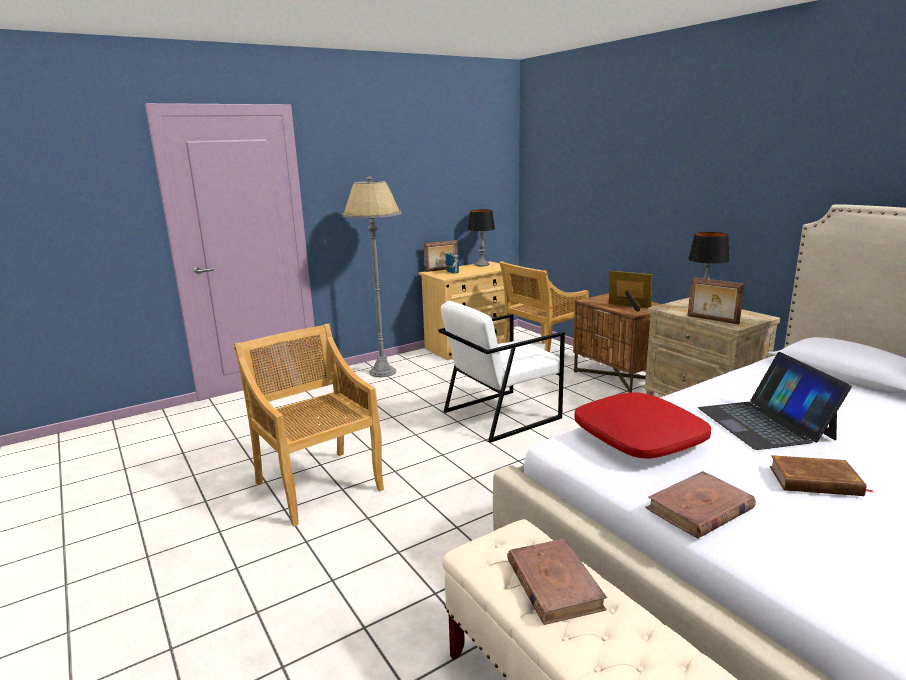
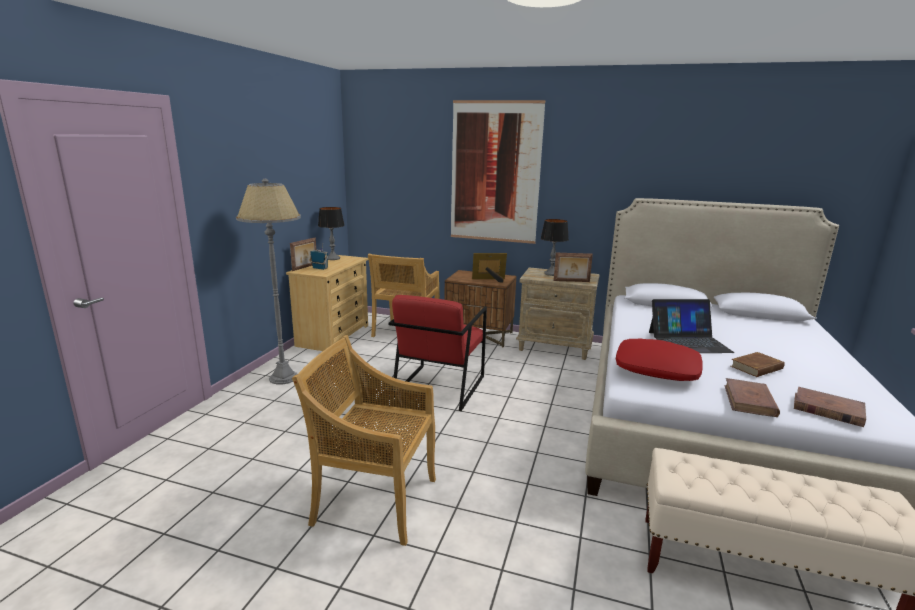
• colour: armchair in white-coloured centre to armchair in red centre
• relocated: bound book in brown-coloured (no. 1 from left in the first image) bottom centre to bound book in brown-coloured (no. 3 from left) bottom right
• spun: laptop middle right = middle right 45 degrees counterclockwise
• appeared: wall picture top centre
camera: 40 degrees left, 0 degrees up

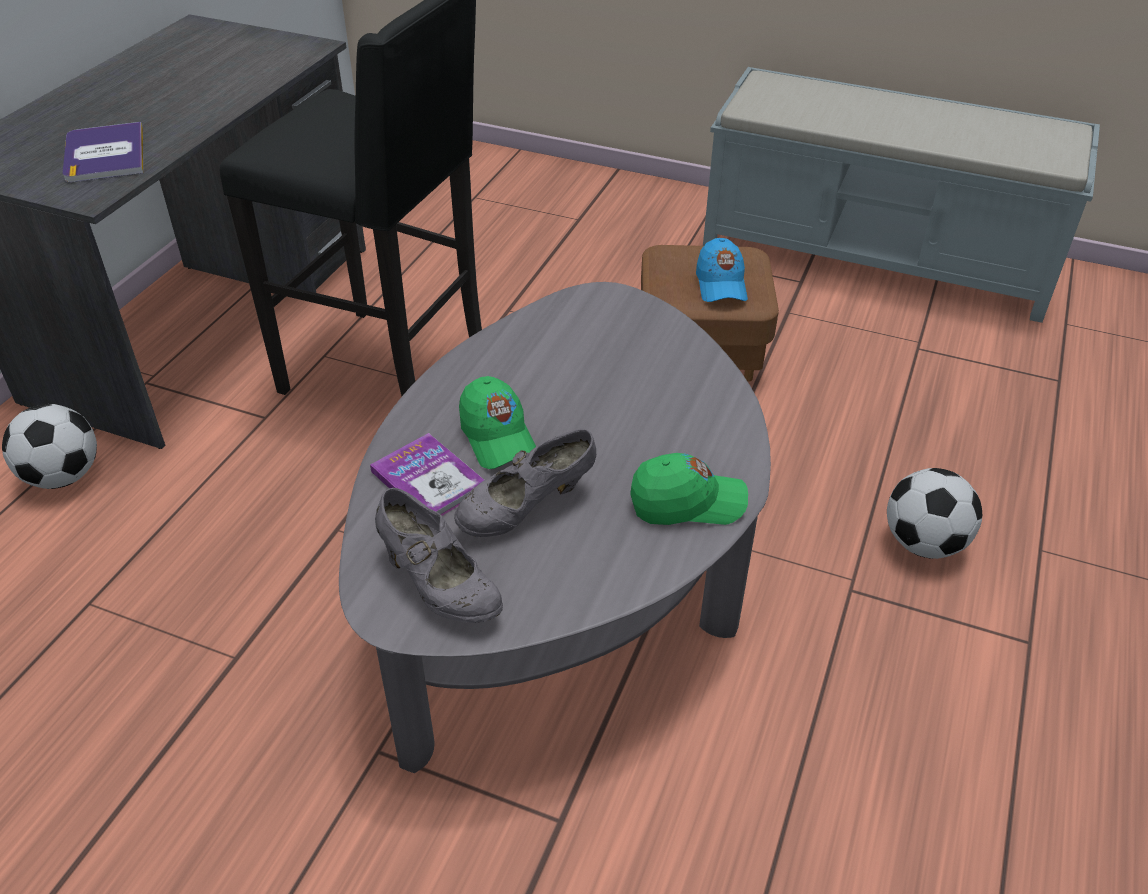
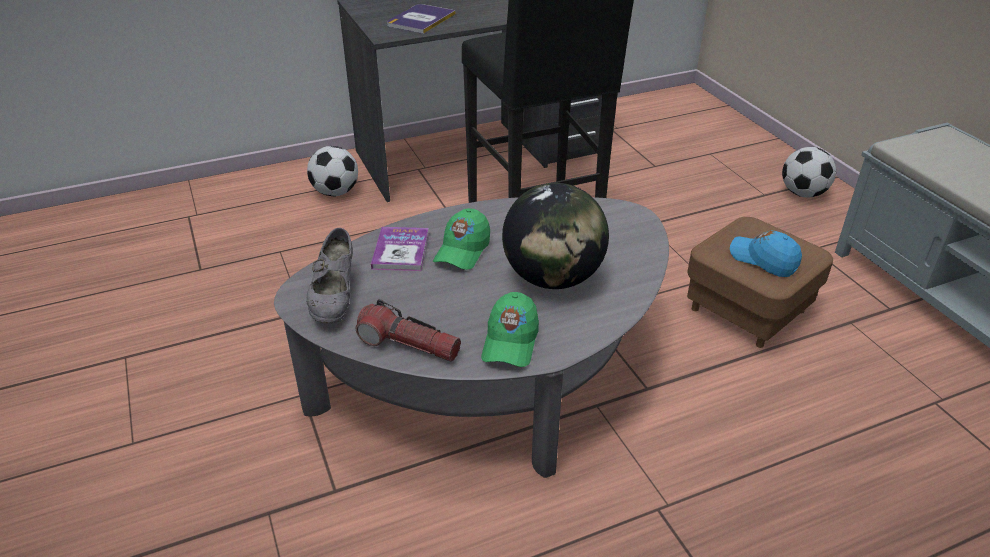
• missing: low shoe in gray (no. 2 from left) centre
• spun: baseball cap in greenish (no. 2 from left) centre = centre 60 degrees clockwise
• spun: baseball cap in bluish top centre = middle right 90 degrees clockwise
• relocated: ball for football (no. 2 from left) middle right to top right
• appeared: flashlight centre
• appeared: world globe centre
camera: 45 degrees right, 5 degrees down

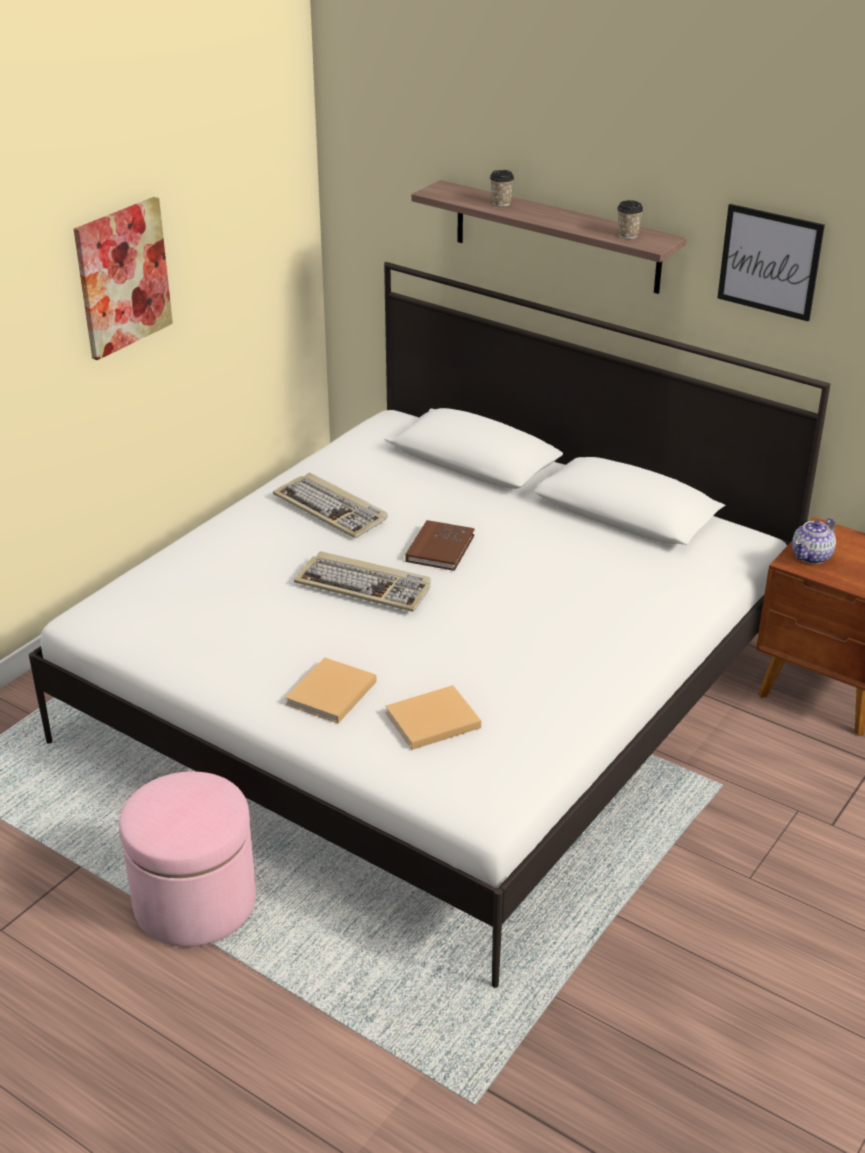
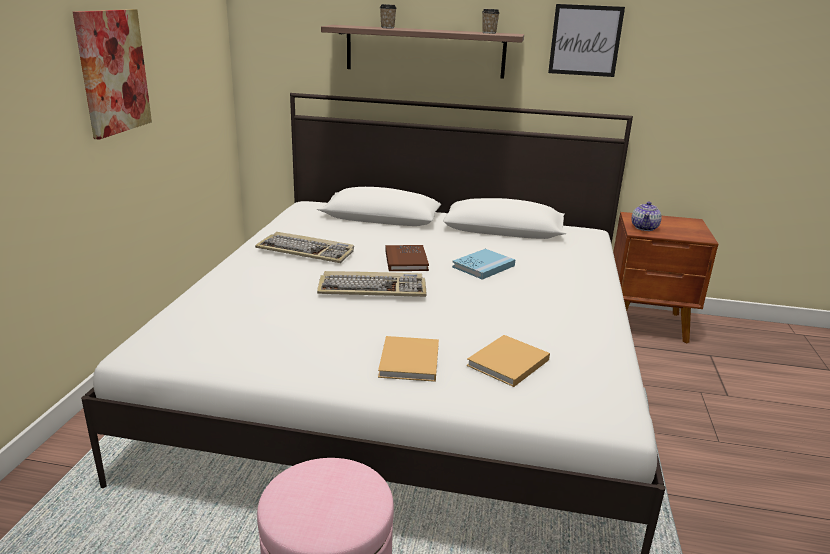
• appeared: bound book in bluish centre
camera: 25 degrees left, 10 degrees down

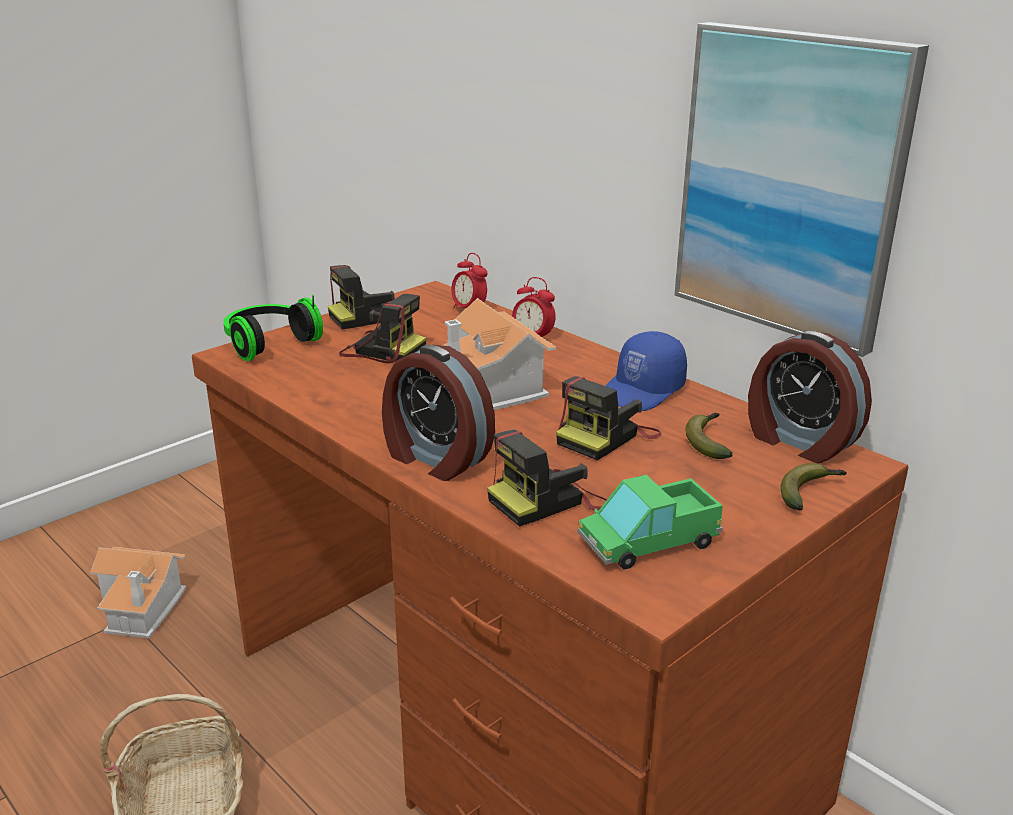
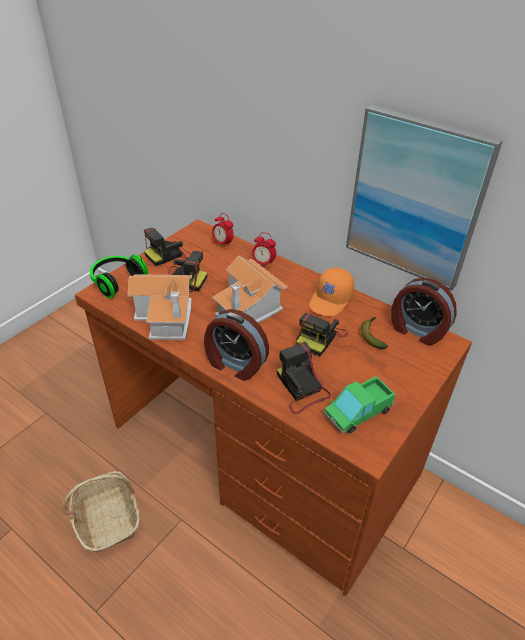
• relocated: toy house (no. 1 from left) bottom left to middle left
• spun: photo camera (no. 3 from left) centre = centre 105 degrees clockwise
• colour: baseball cap in bluish centre to baseball cap in orange centre
• missing: whole banana (no. 2 from left) middle right
camera: 10 degrees left, 15 degrees up

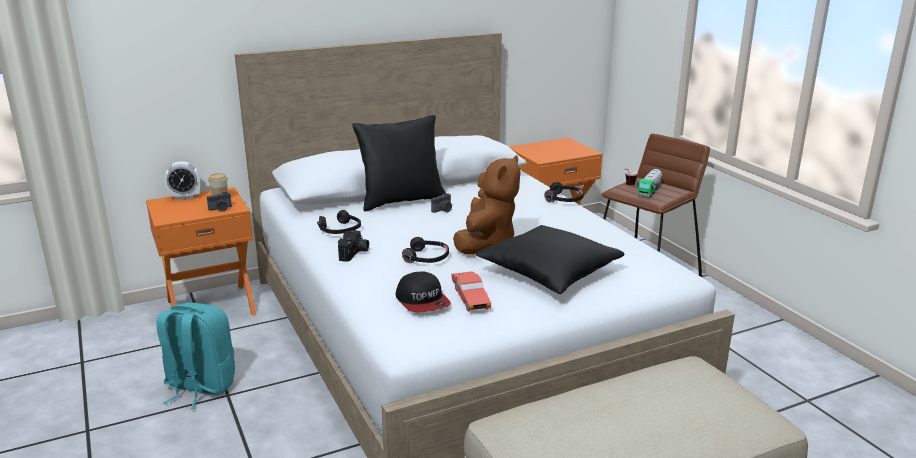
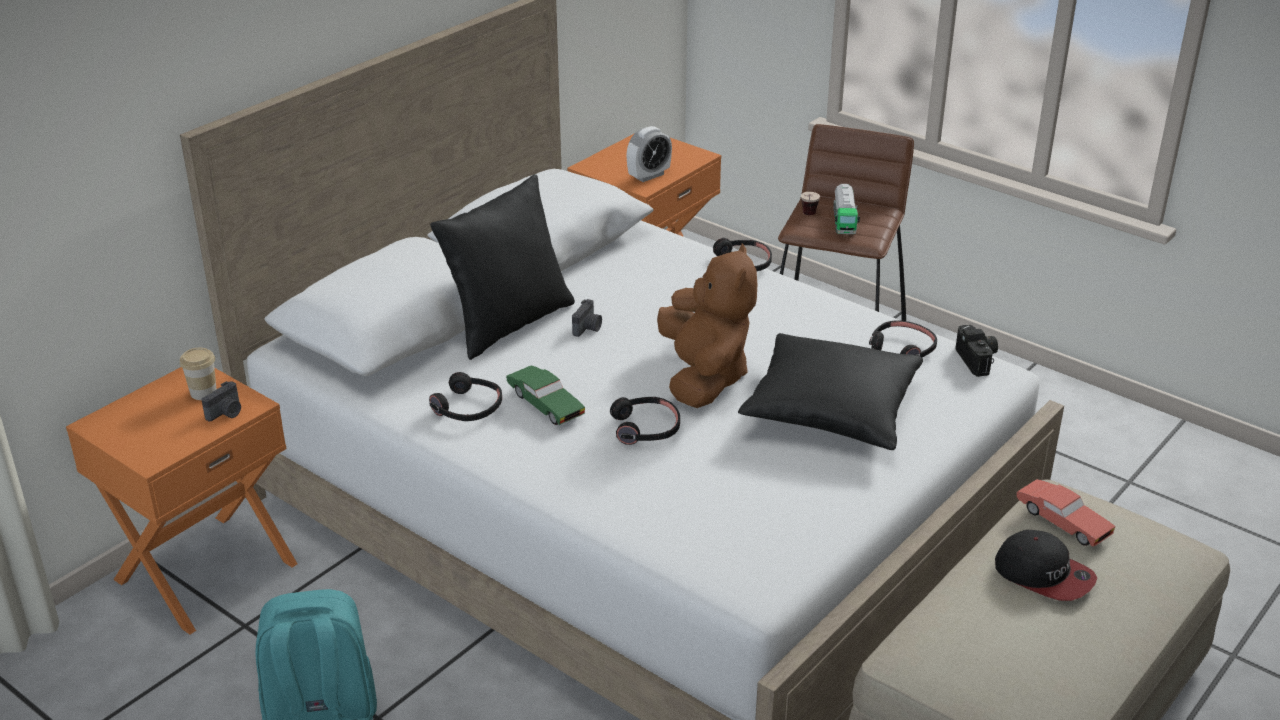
• relocated: alarm clock middle left to top centre
• relocated: photo camera (no. 2 from left in the first image) centre to photo camera (no. 3 from left) middle right
• relocated: baseball cap centre to bottom right
• relocated: toy car in red centre to bottom right
• appeared: toy car in greenish centre
• appeared: headphones in black-coloured (no. 4 from left) middle right
camera: 25 degrees left, 10 degrees up

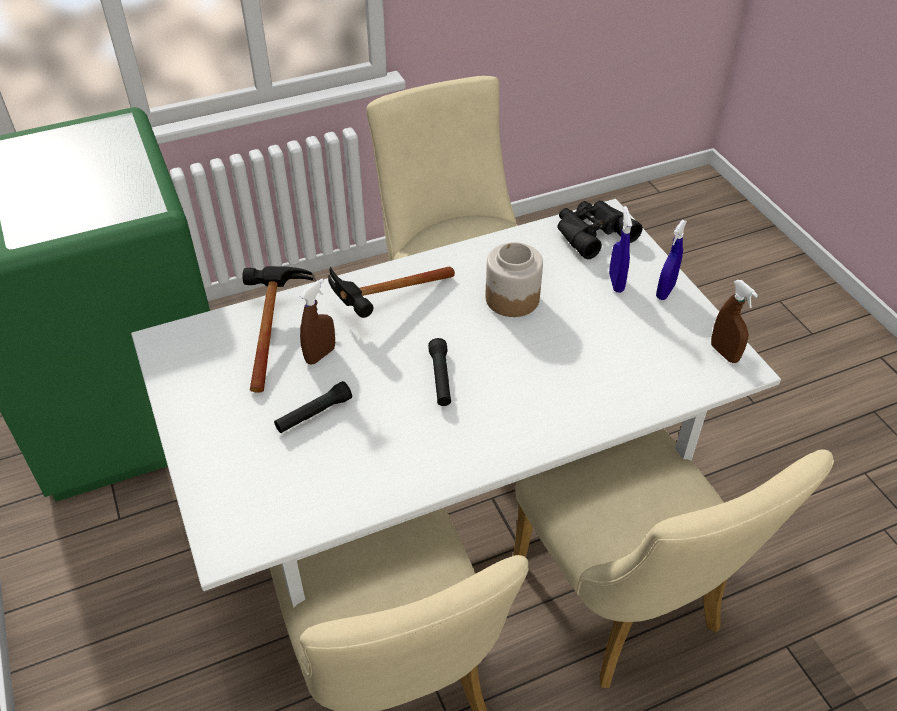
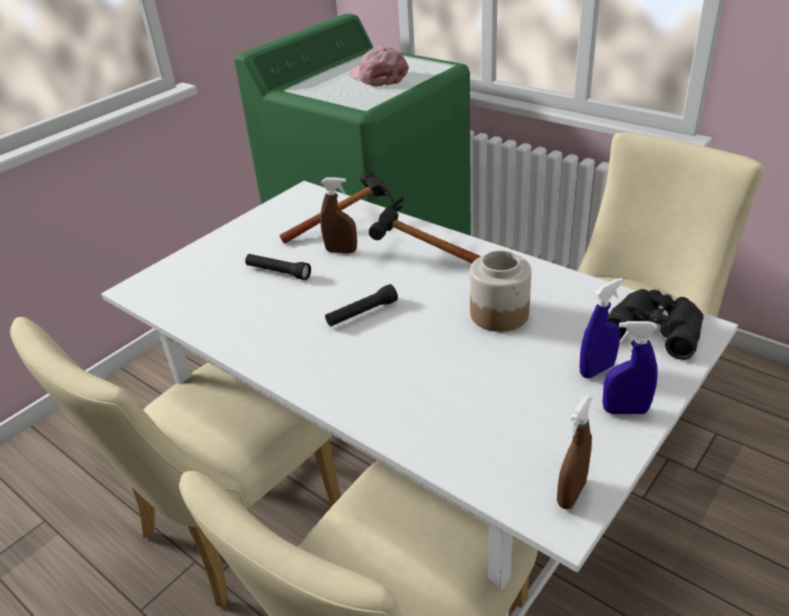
• appeared: baseball cap in pink top centre
camera: 65 degrees right, 10 degrees down

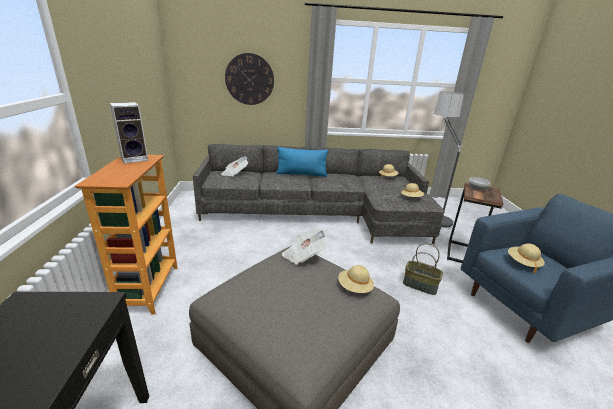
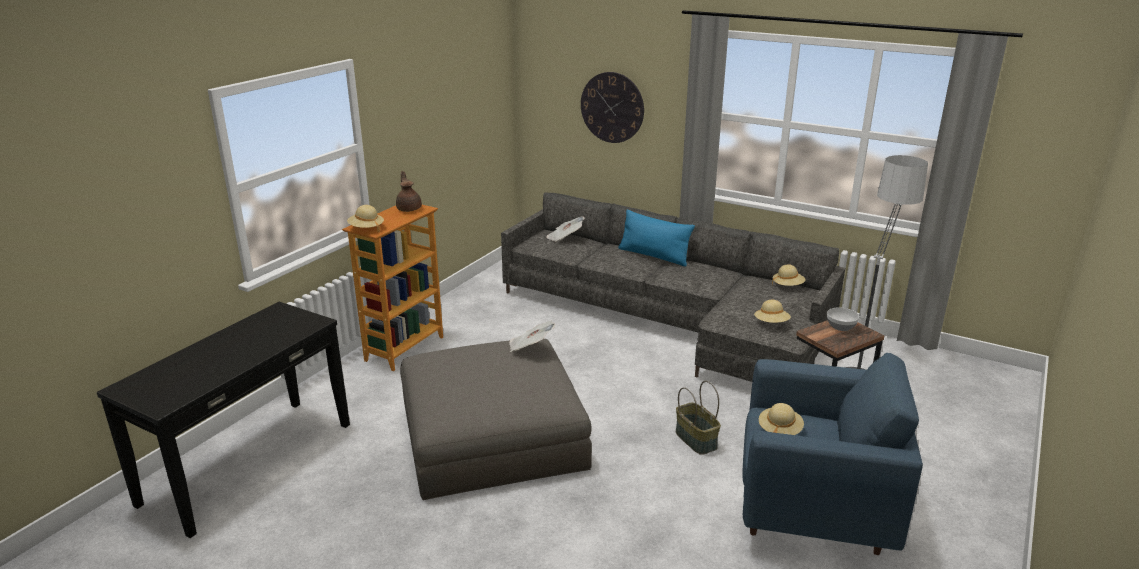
• exchanged: speaker top left to tea pot in brown-coloured centre
• relocated: hat in beige (no. 1 from left) bottom centre to middle left
camera: 35 degrees right, 0 degrees up

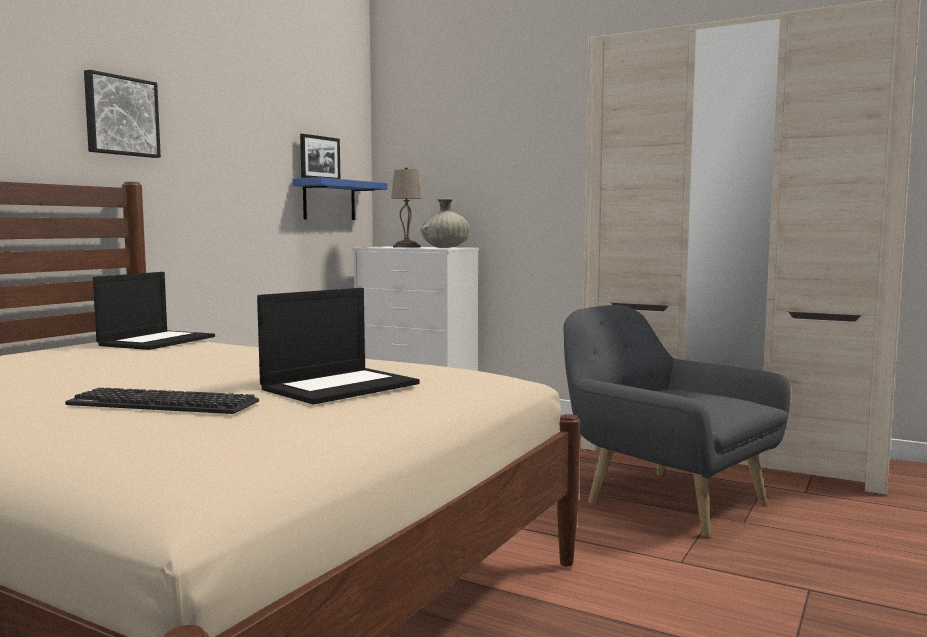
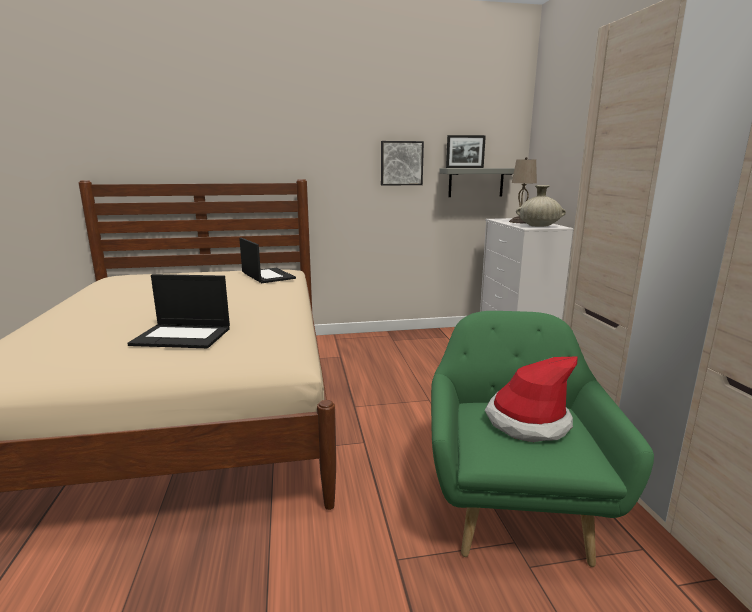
• missing: PC keyboard middle left
• relocated: wall picture top left to top centre
• spun: laptop (no. 1 from left in the first image) middle left = centre 105 degrees counterclockwise
• colour: shelf in bluish top centre to shelf in gray top centre
• colour: armchair in gray middle right to armchair in greenish bottom right
• appeared: hat middle right
camera: 50 degrees right, 10 degrees up

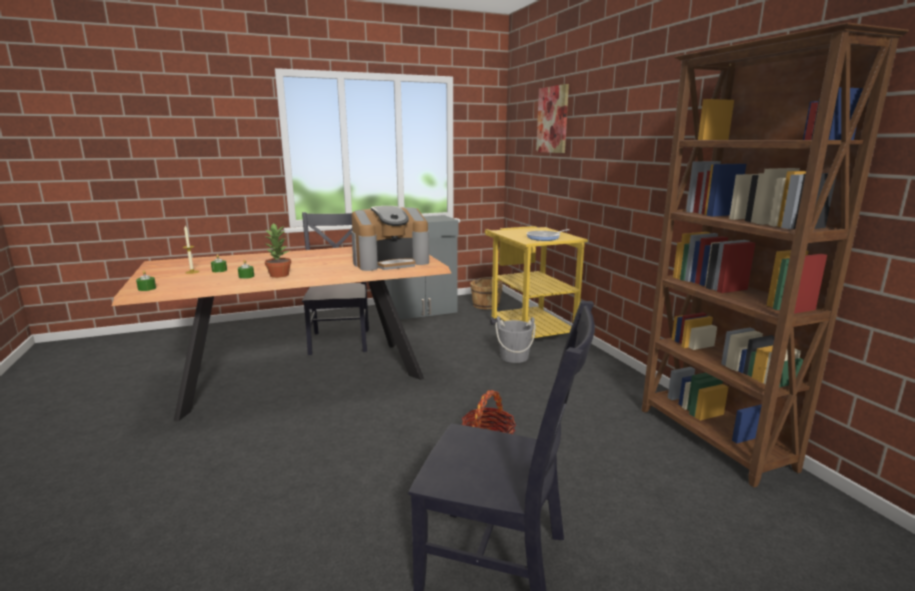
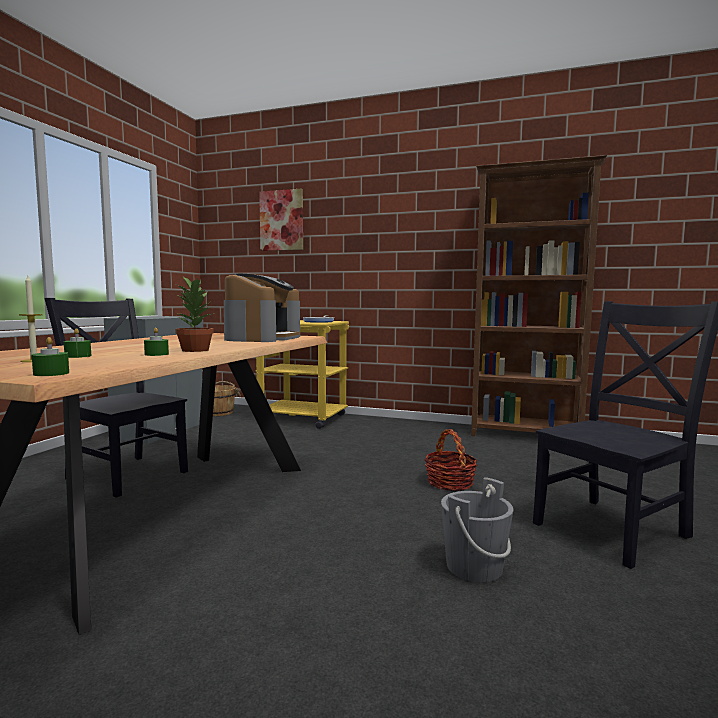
• relocated: pail in gray centre to bottom centre
camera: 50 degrees left, 10 degrees down

